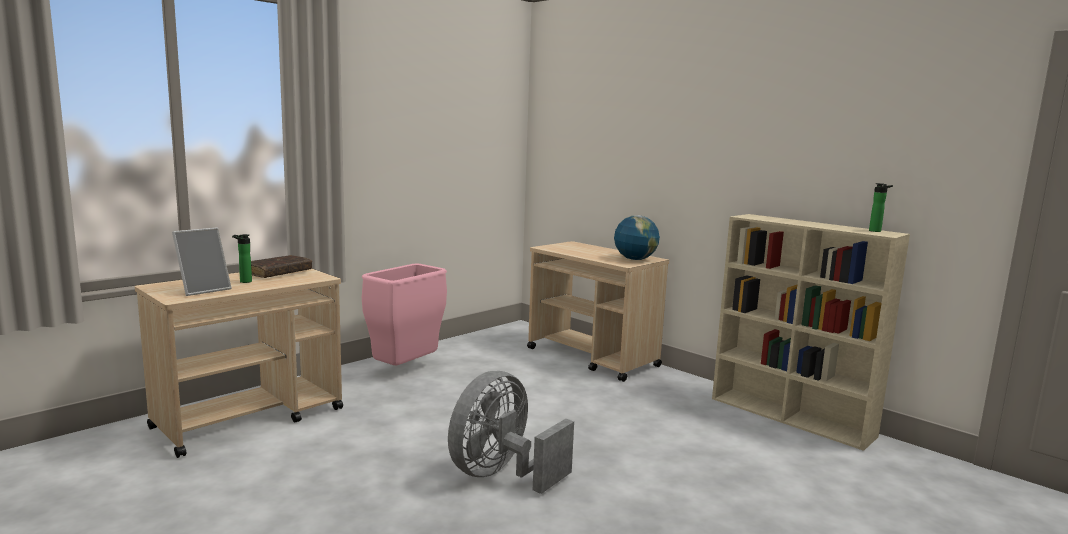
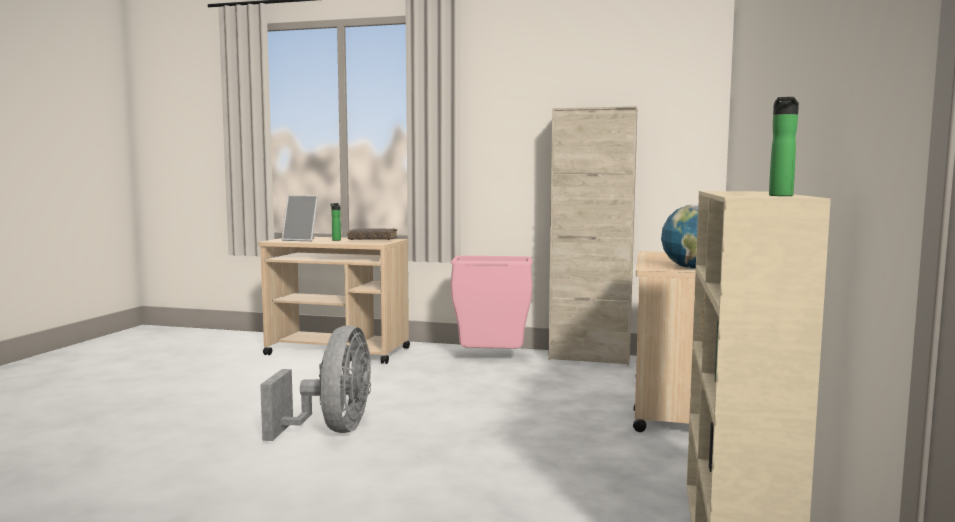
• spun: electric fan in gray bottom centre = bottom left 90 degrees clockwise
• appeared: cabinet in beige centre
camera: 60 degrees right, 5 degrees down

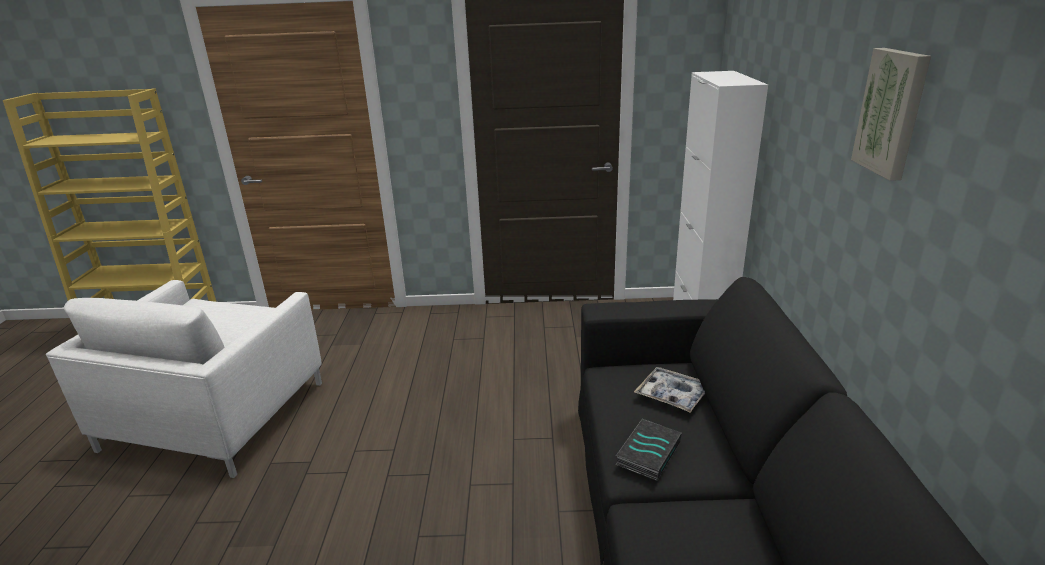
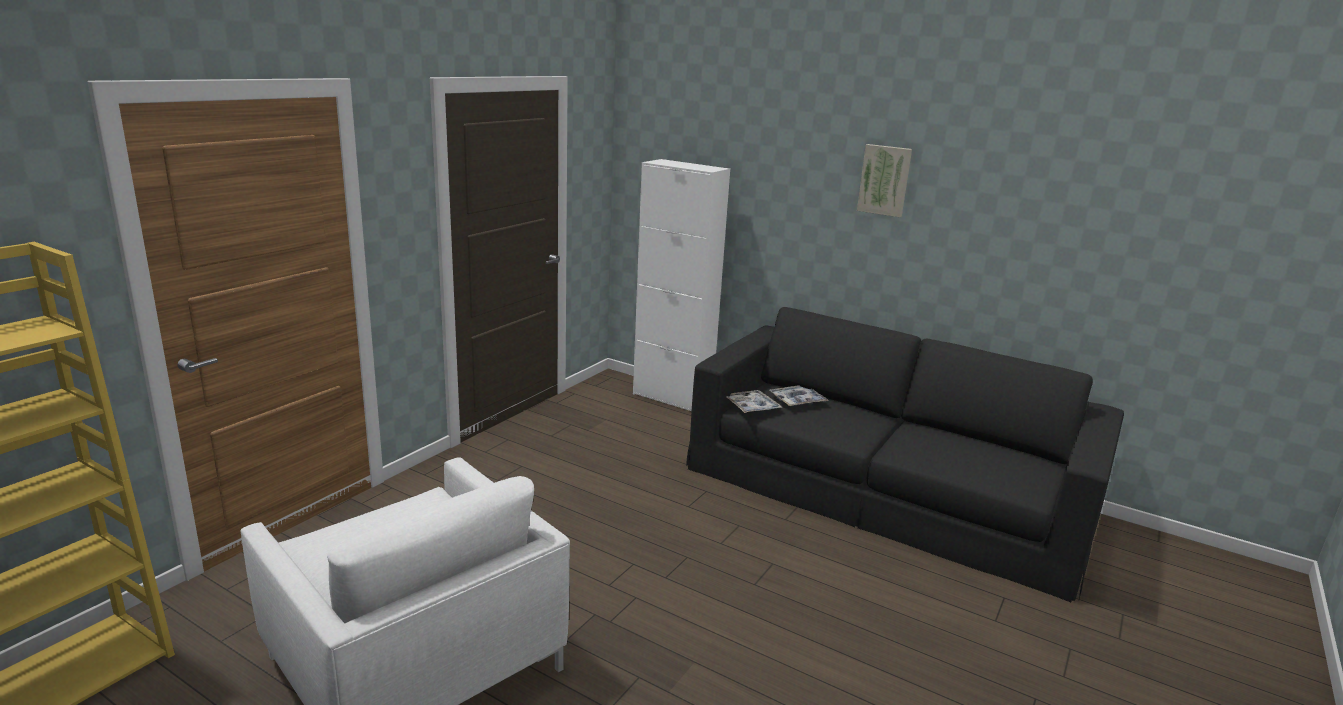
• missing: bound book bottom centre
• appeared: carrying tray (no. 1 from left) centre
camera: 60 degrees left, 5 degrees down

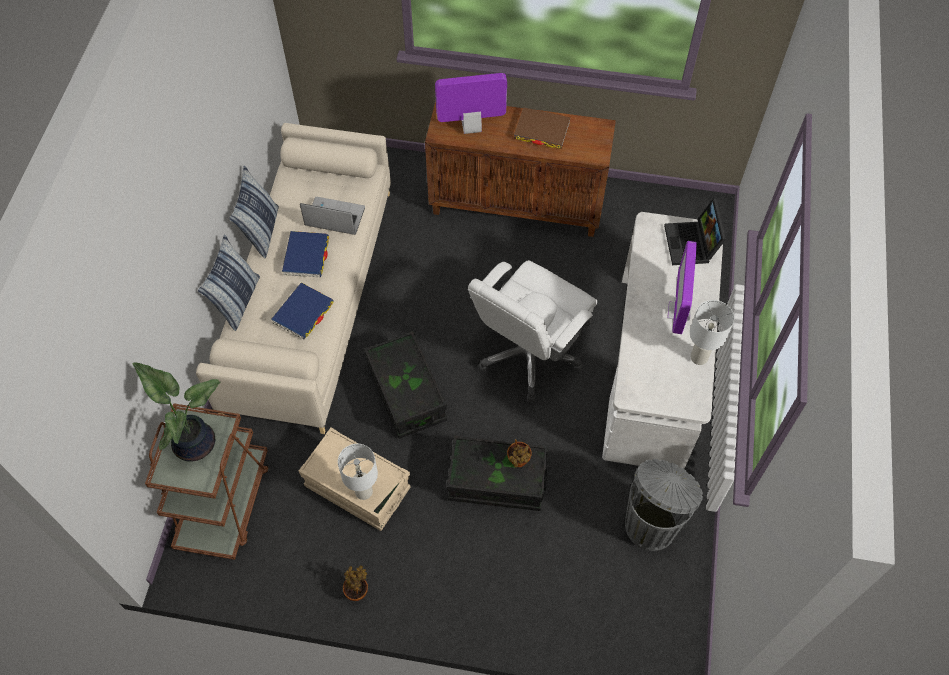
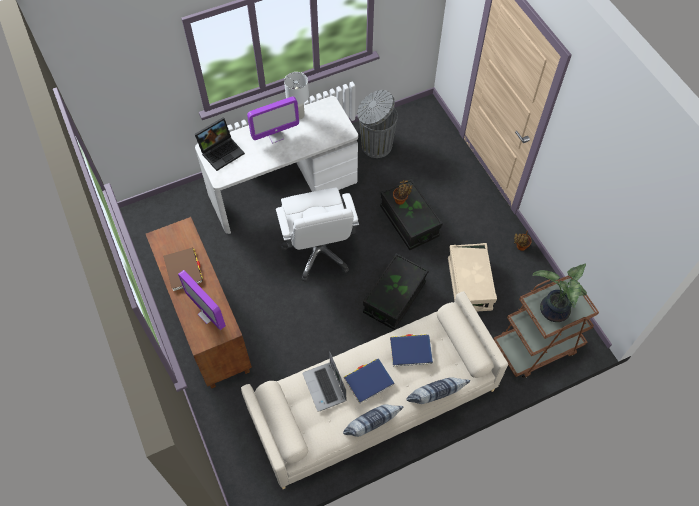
• missing: tabletop lamp in white-coloured (no. 1 from left) bottom centre
• spun: computer chair in white-coloured centre = centre 75 degrees clockwise
camera: 125 degrees left, 0 degrees up

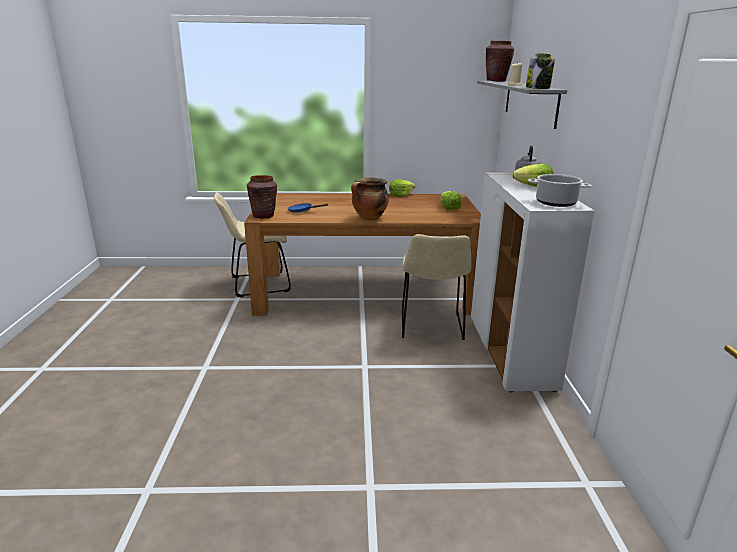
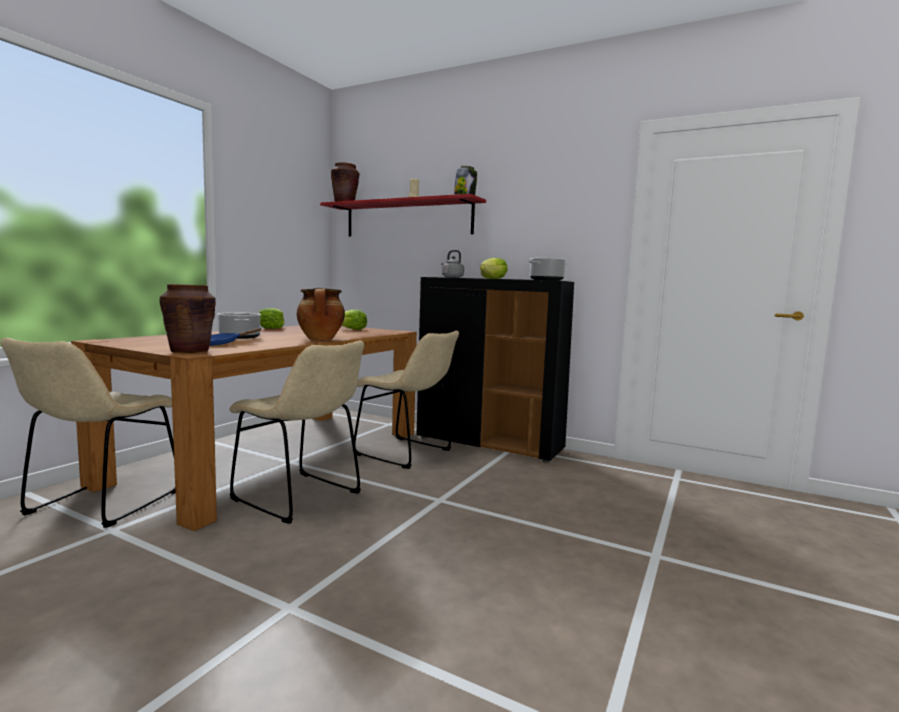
• colour: cabinet in white-coloured middle right to cabinet in black-coloured centre
• colour: shelf in gray top right to shelf in red top centre
• appeared: stockpot (no. 1 from left) middle left
• appeared: upright chair in beige (no. 2 from left) middle left
camera: 60 degrees left, 15 degrees down

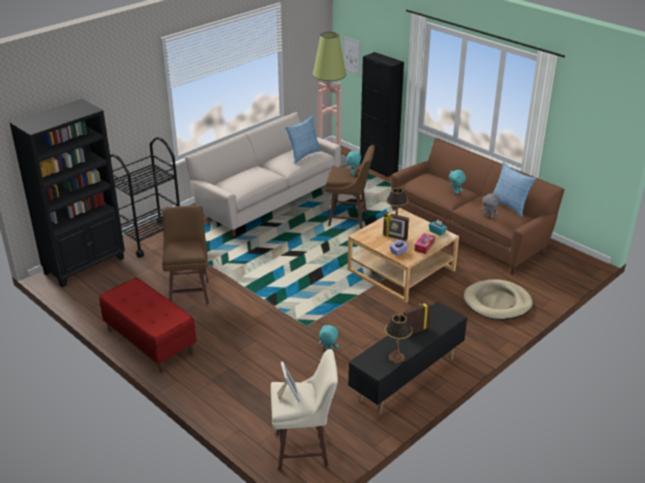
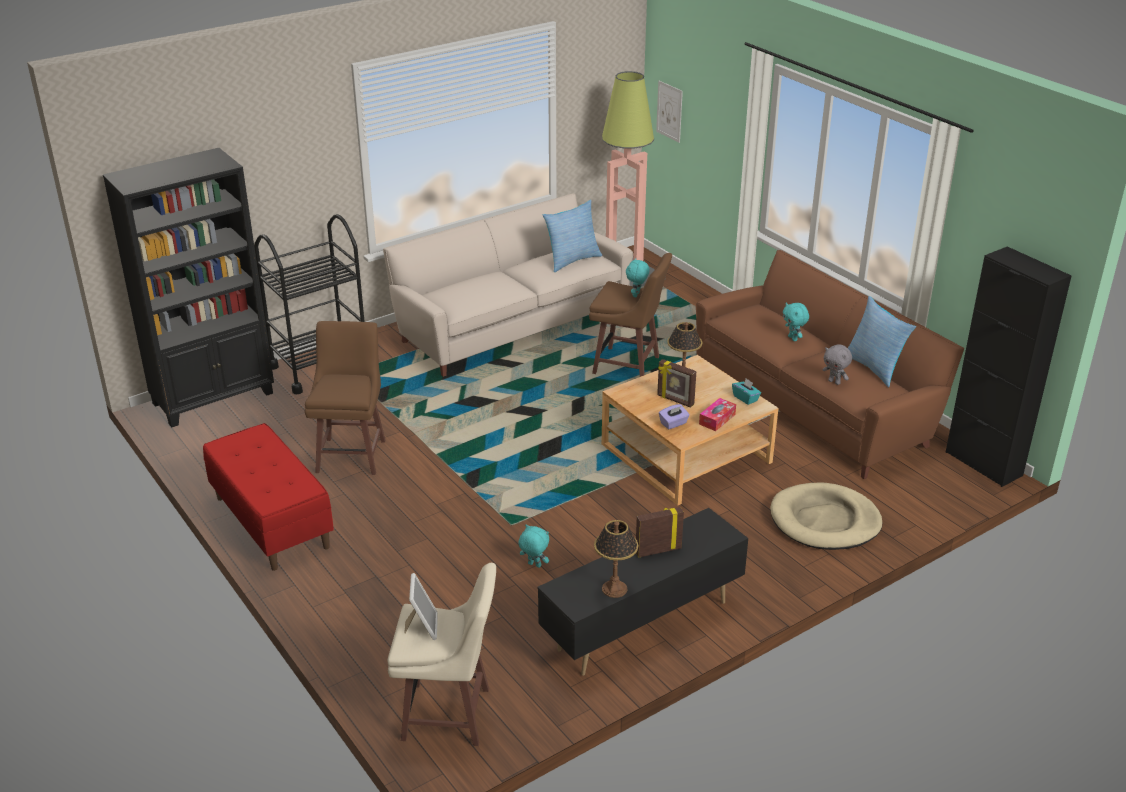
• relocated: cabinet in black-coloured top centre to middle right
camera: 10 degrees right, 0 degrees up

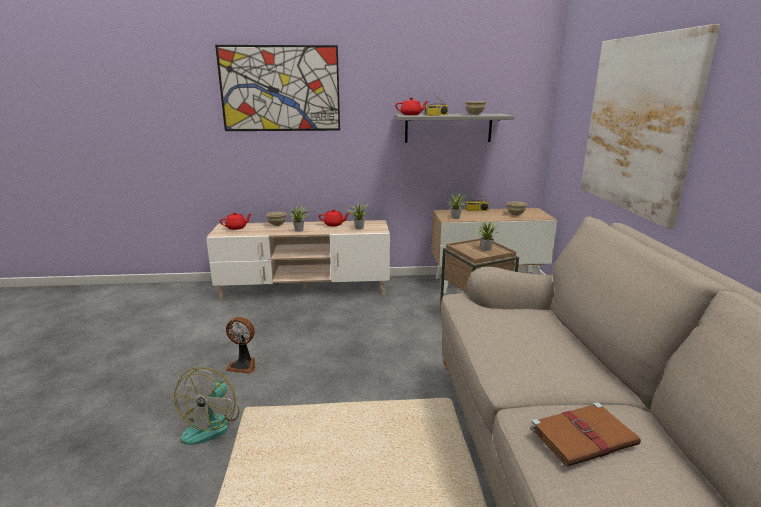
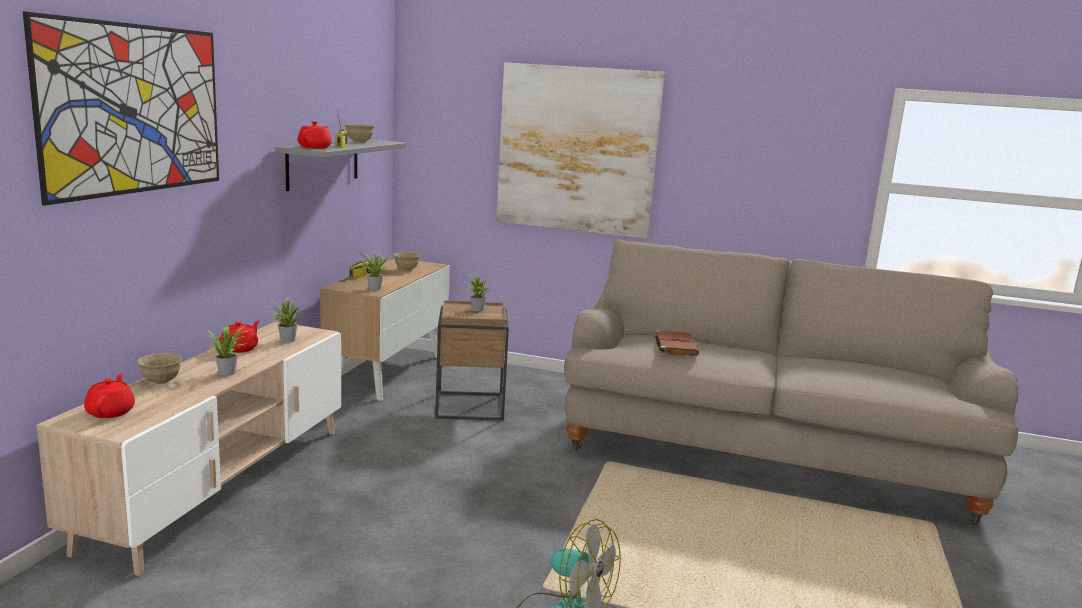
• missing: electric fan (no. 2 from left) bottom left
• relocated: bound book in brown-coloured bottom right to centre
camera: 70 degrees left, 5 degrees down

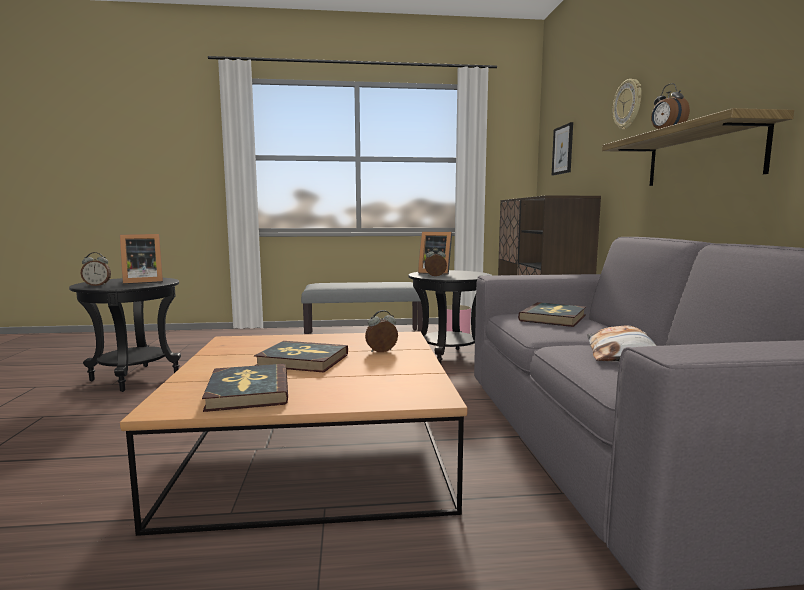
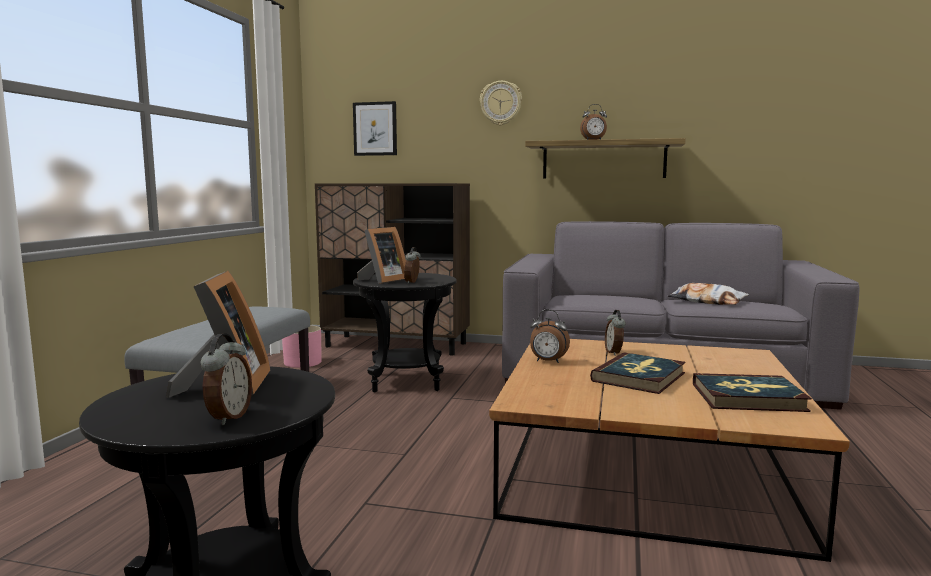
• missing: bound book (no. 3 from left) middle right
• appeared: alarm clock (no. 3 from left) centre
camera: 70 degrees left, 0 degrees up

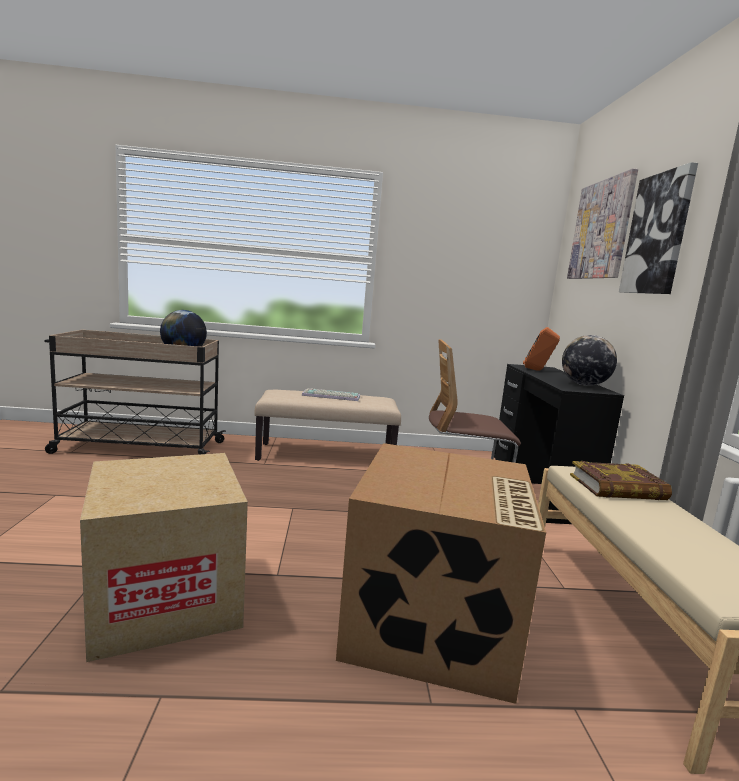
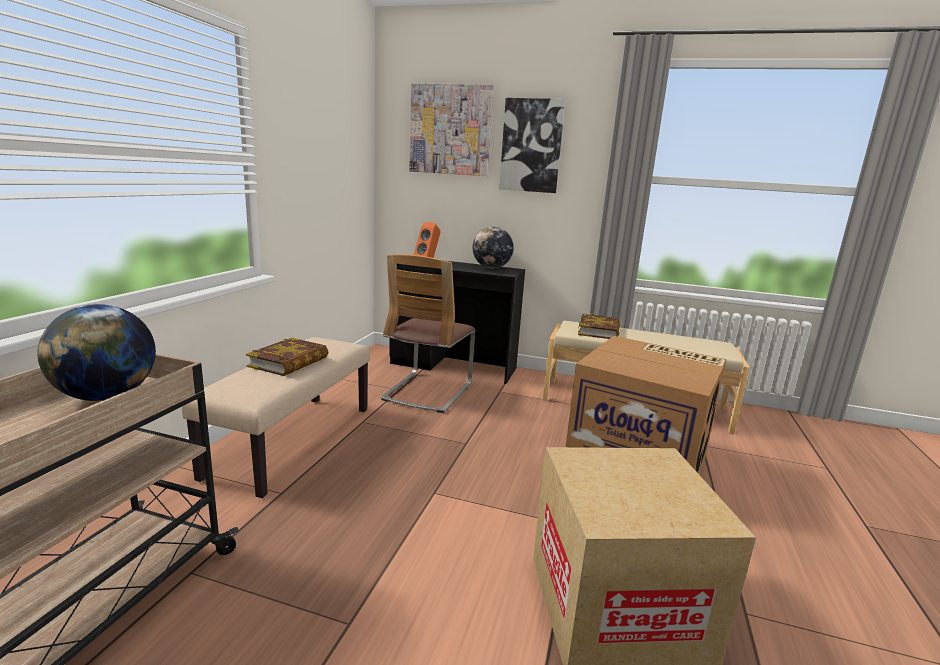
• exchanged: PC keyboard centre to bound book (no. 1 from left) middle left
camera: 70 degrees left, 5 degrees up

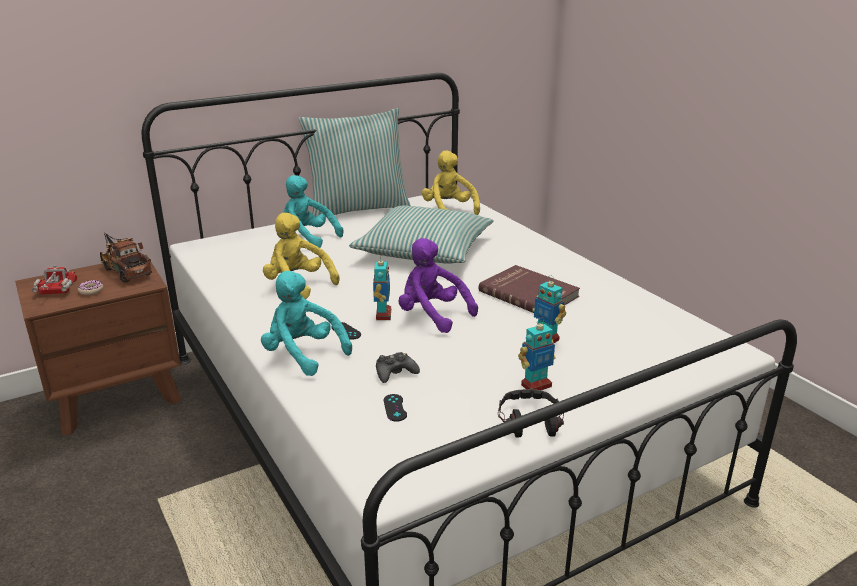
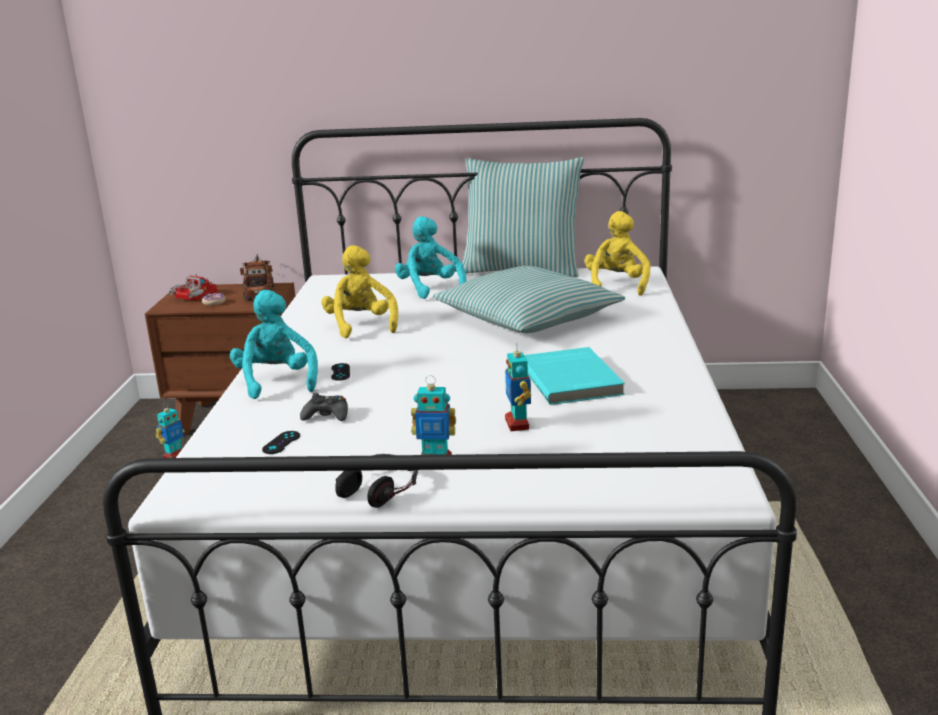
• relocated: model robot (no. 1 from left) centre to middle left
• missing: plush toy in purple centre
• colour: bound book in red centre to bound book in blue-green centre
camera: 35 degrees right, 5 degrees down

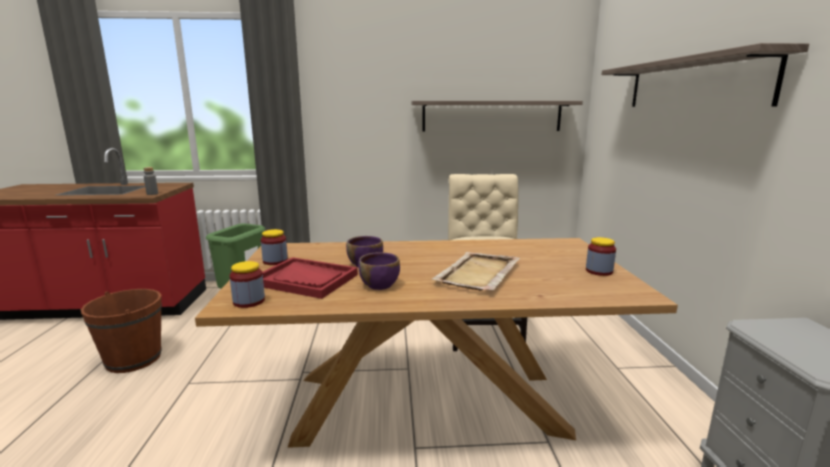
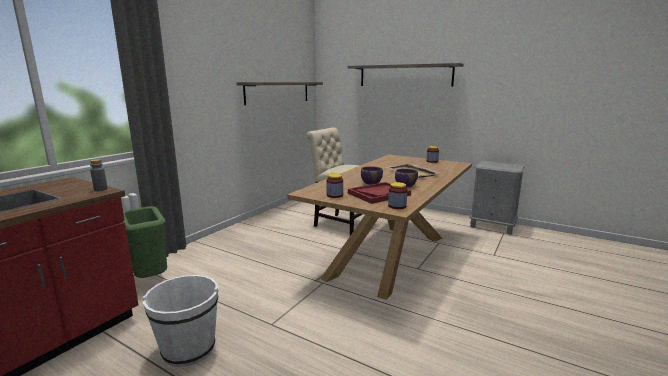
• colour: pail in brown-coloured bottom left to pail in white-coloured bottom left
camera: 55 degrees left, 0 degrees up

